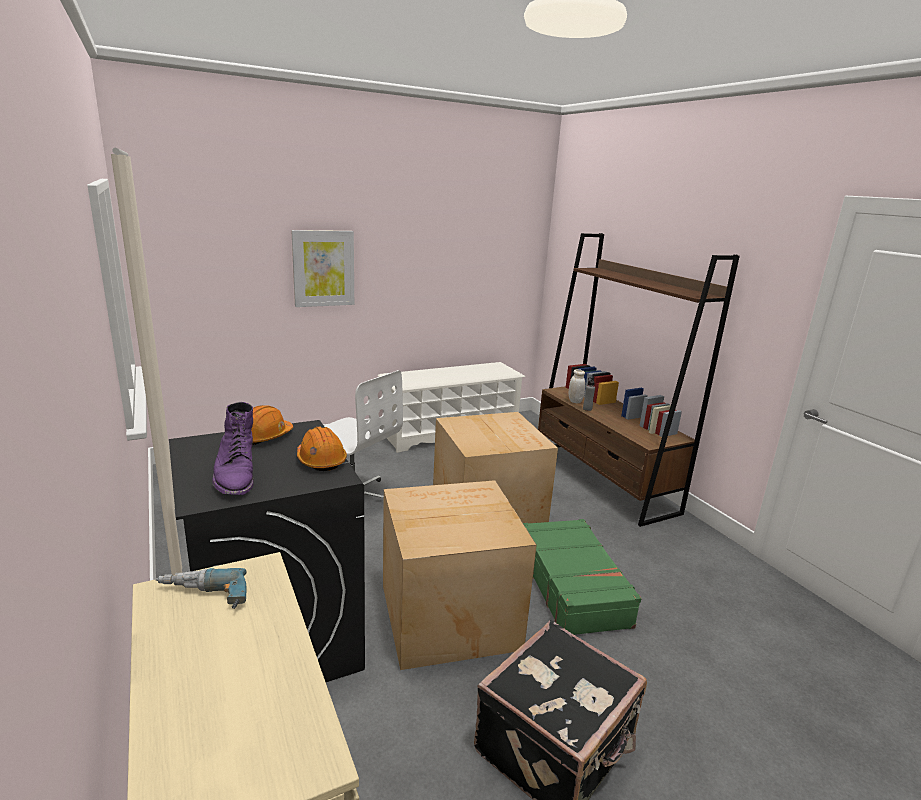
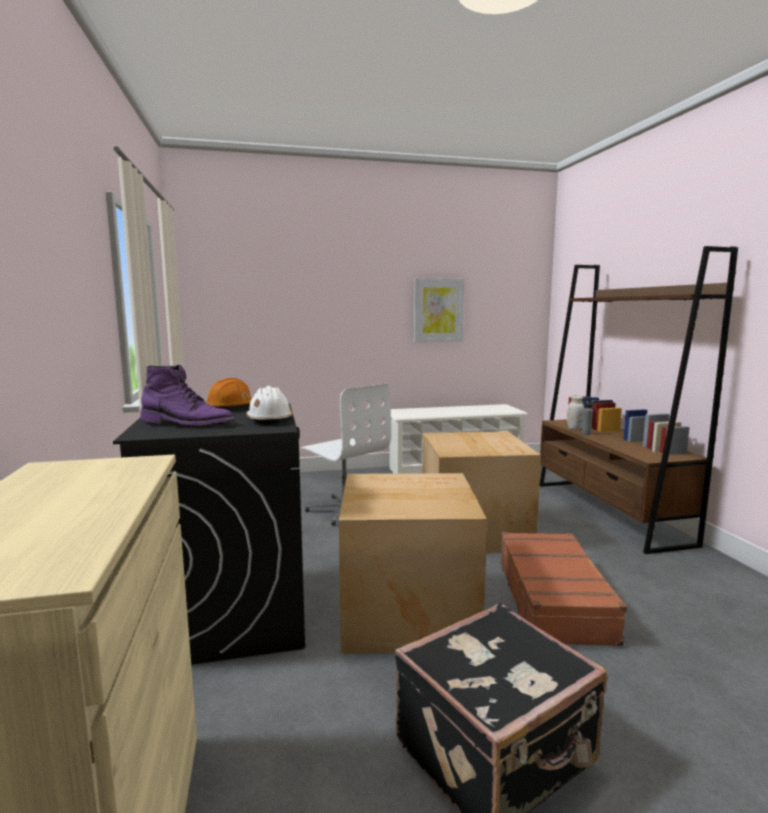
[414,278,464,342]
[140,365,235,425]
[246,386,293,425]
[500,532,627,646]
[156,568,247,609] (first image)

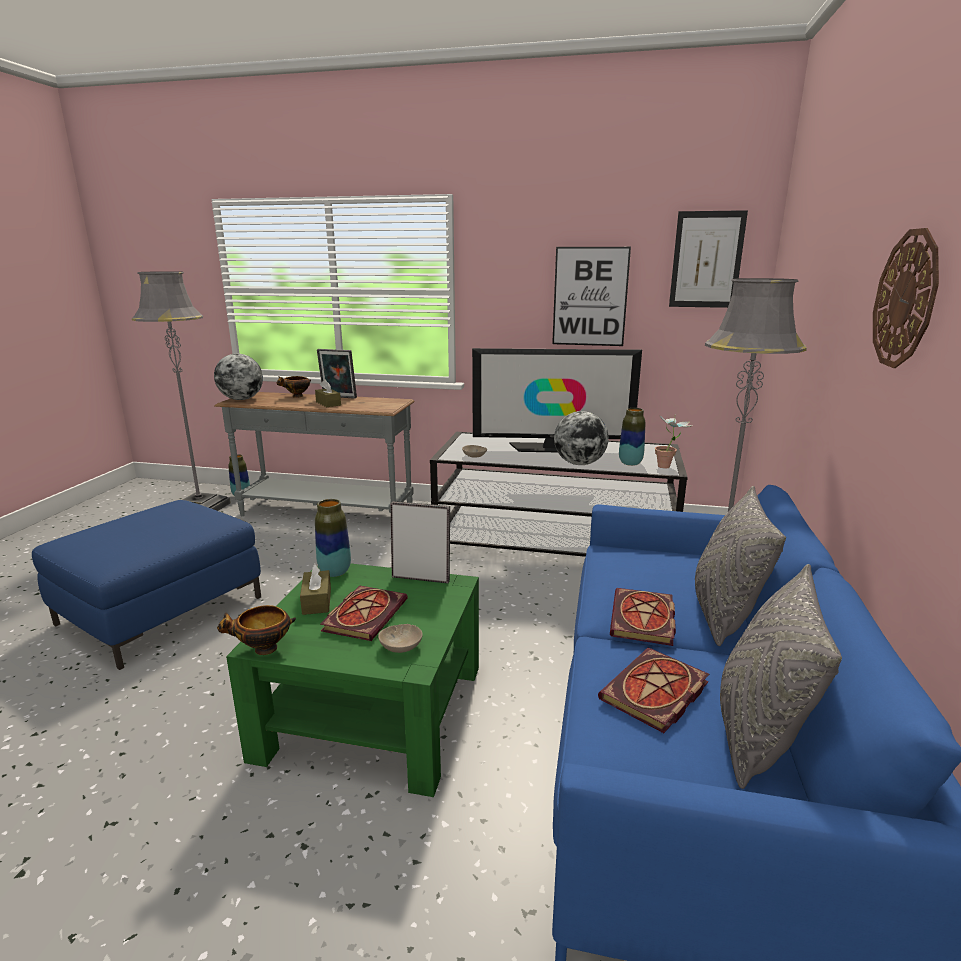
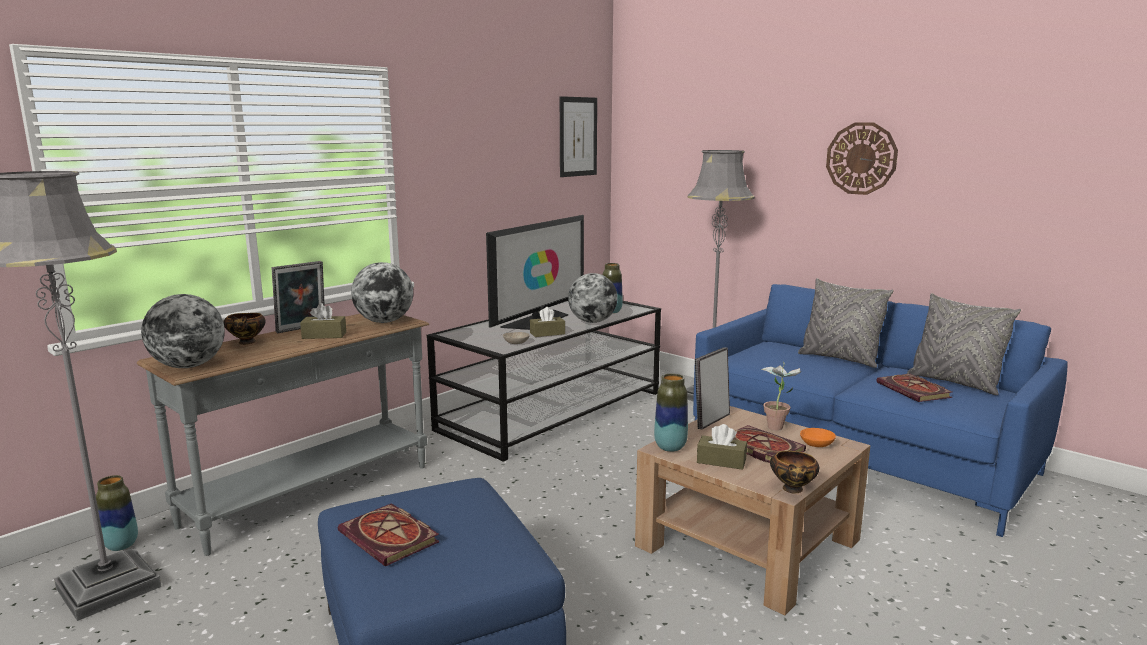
[552,247,631,346] (first image)
[761,362,801,431]
[635,406,871,615]
[338,503,439,566]
[800,428,836,447]
[351,262,413,323]
[530,307,565,337]

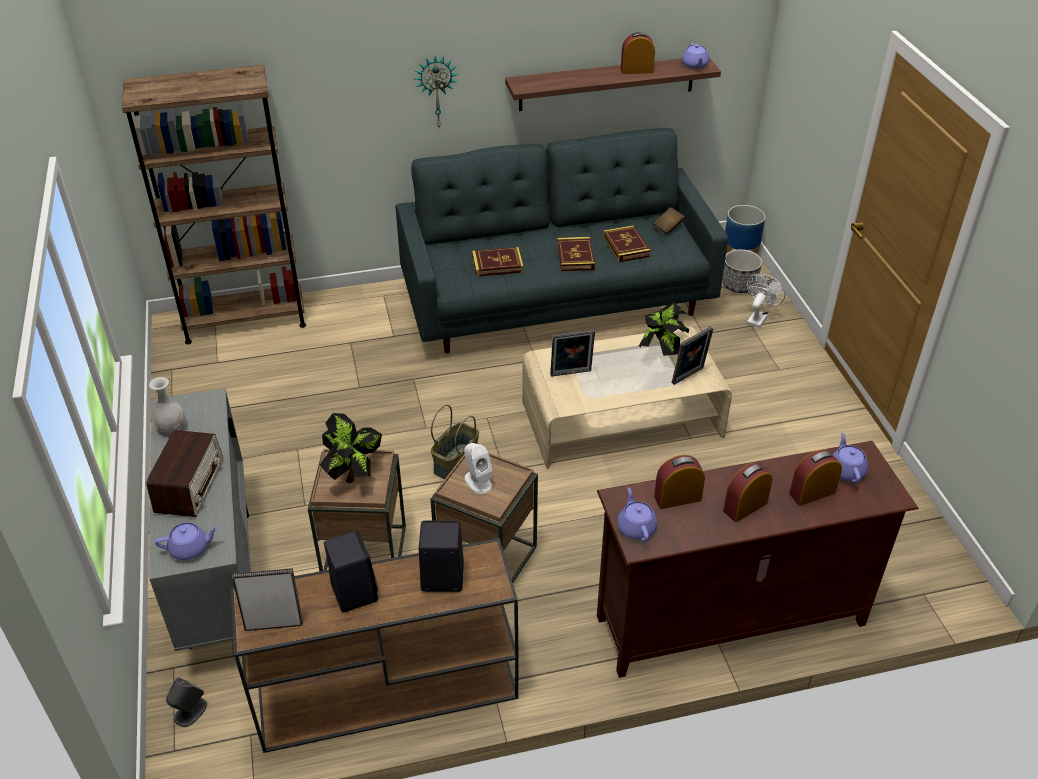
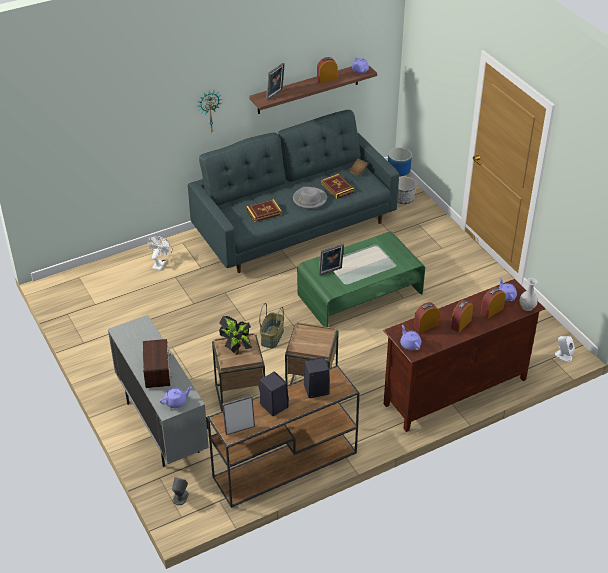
[122,65,306,344] (first image)
[293,187,327,209]
[147,236,172,271]
[639,302,689,356] (first image)
[297,231,425,327]
[266,63,285,100]
[520,278,538,311]
[555,336,575,362]

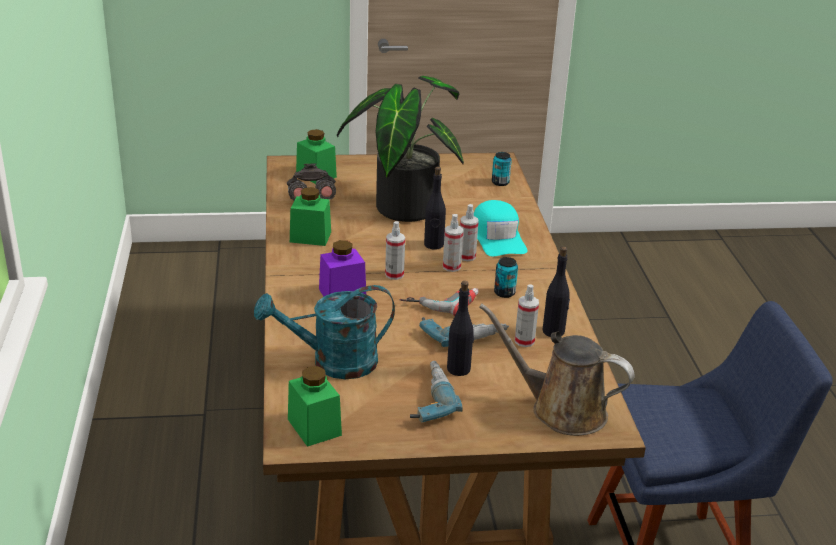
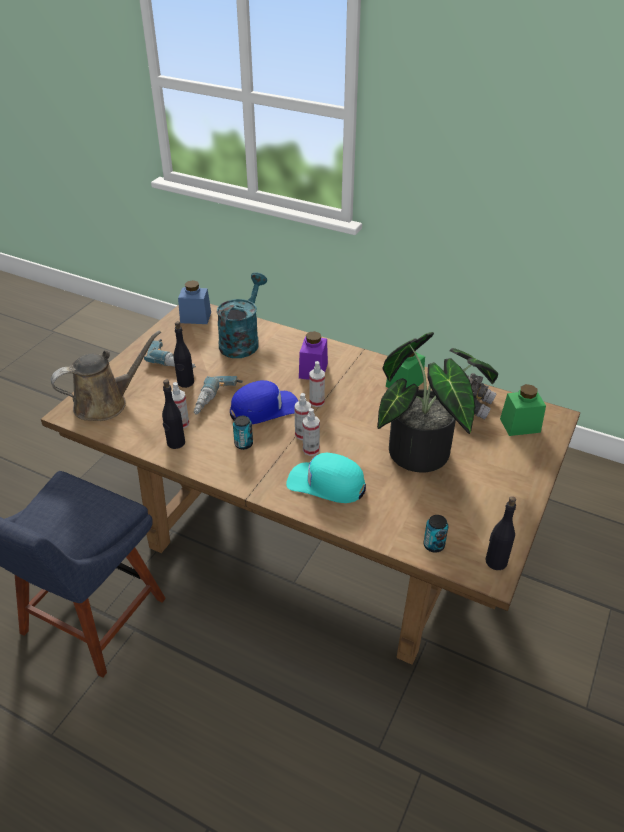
[485,496,516,570]
[230,380,298,424]
[178,280,211,324]

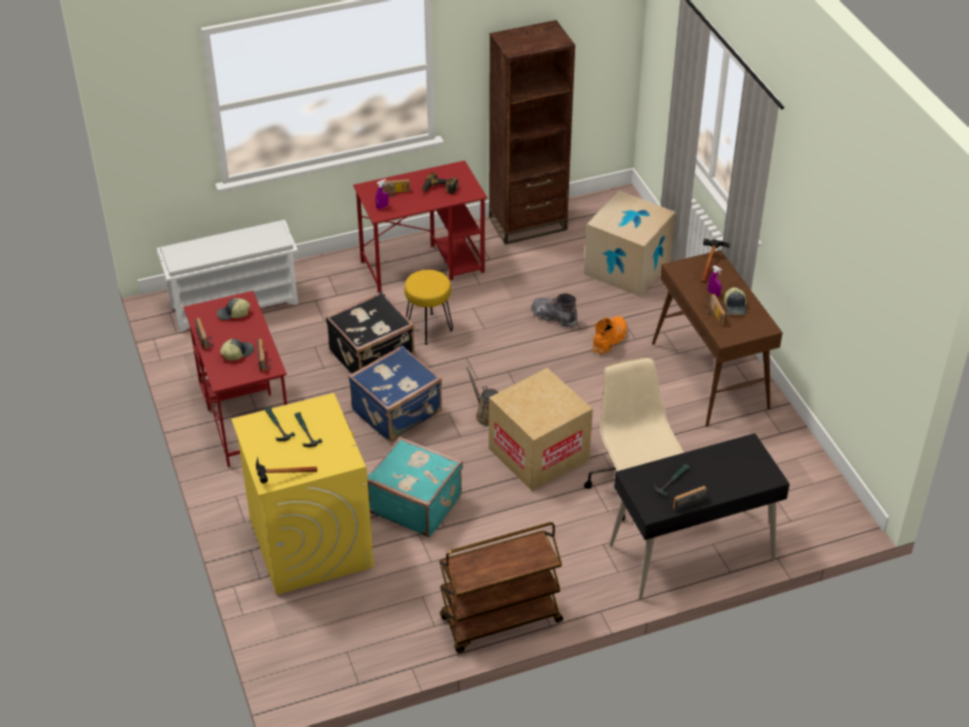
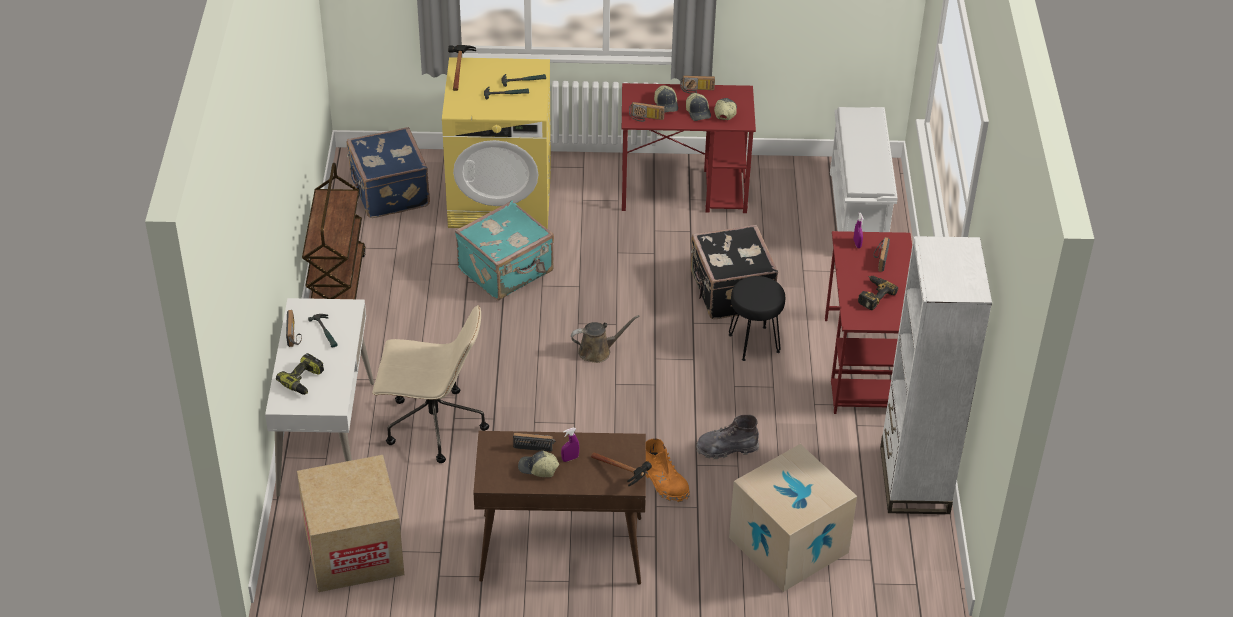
[880,236,992,514]
[729,276,785,361]
[696,415,759,459]
[347,127,430,218]
[297,455,404,592]
[265,298,374,497]
[686,93,711,121]
[276,353,324,395]

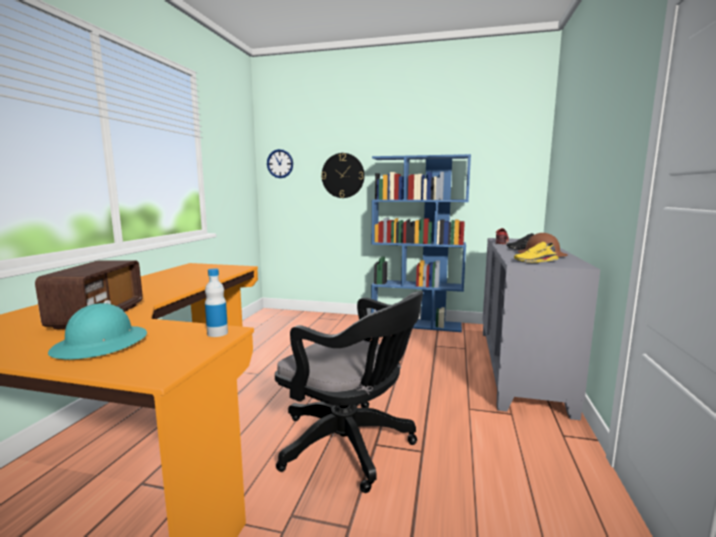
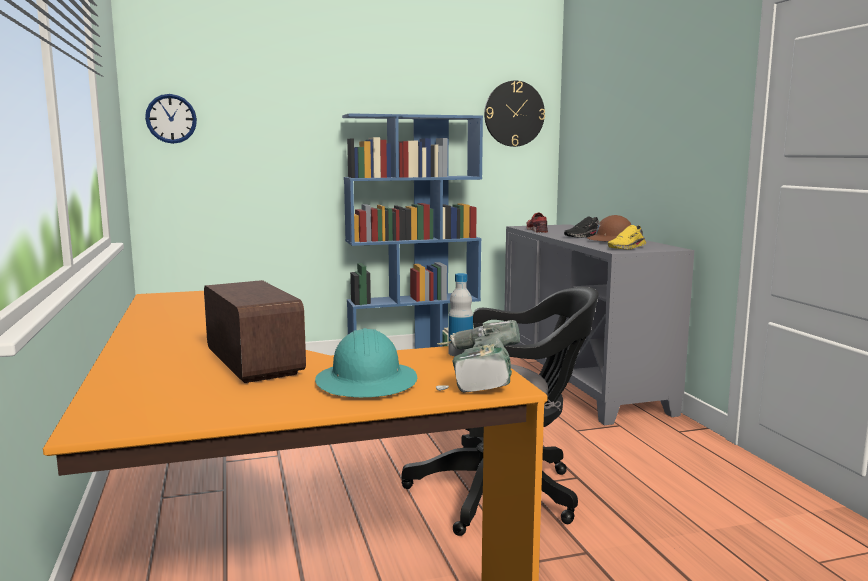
[484,81,545,147]
[436,320,520,393]

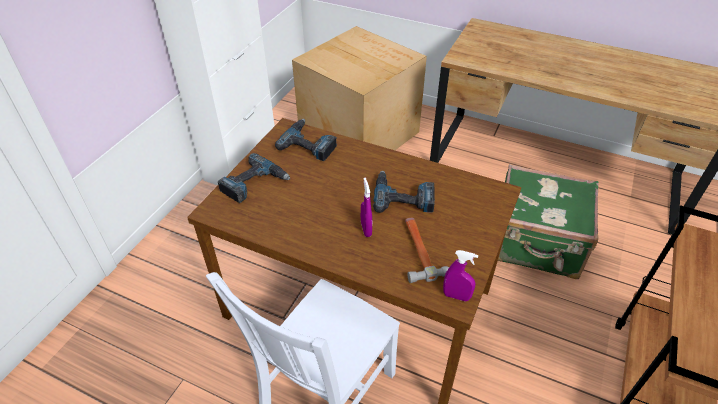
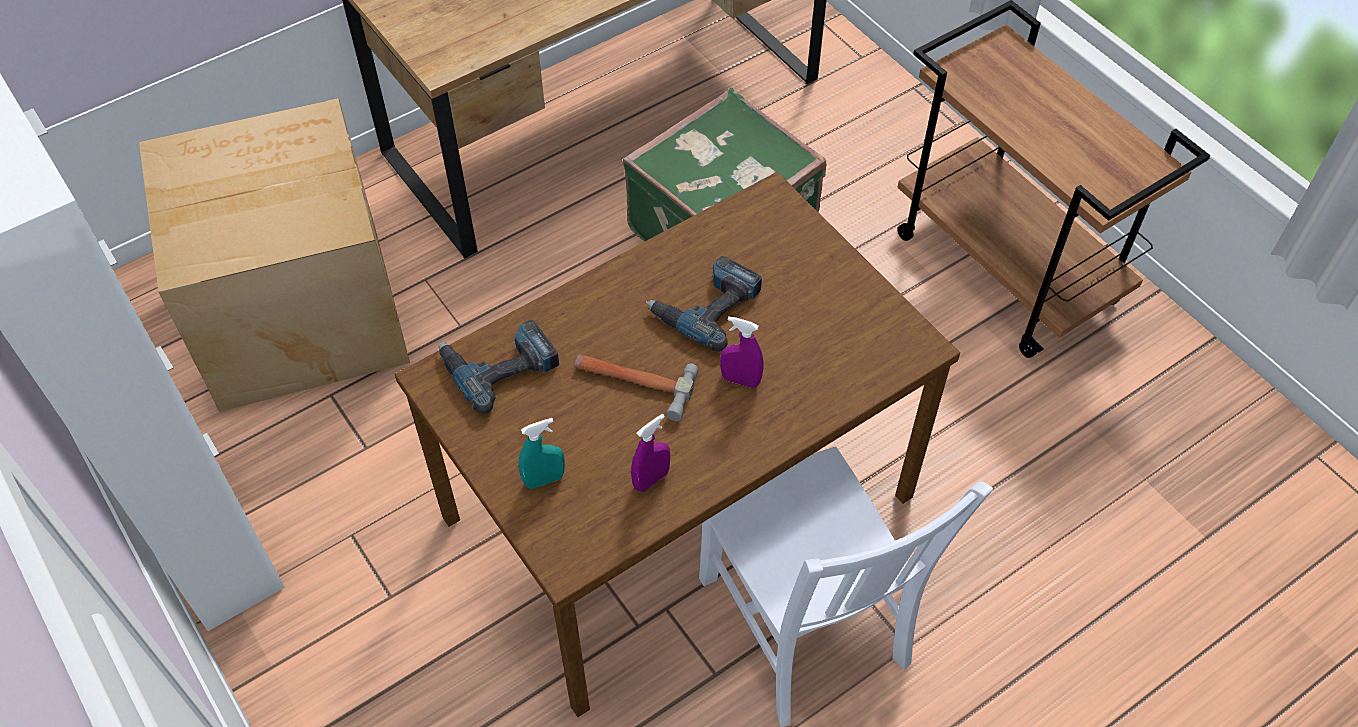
[519,418,565,489]
[574,354,698,421]
[631,414,670,492]

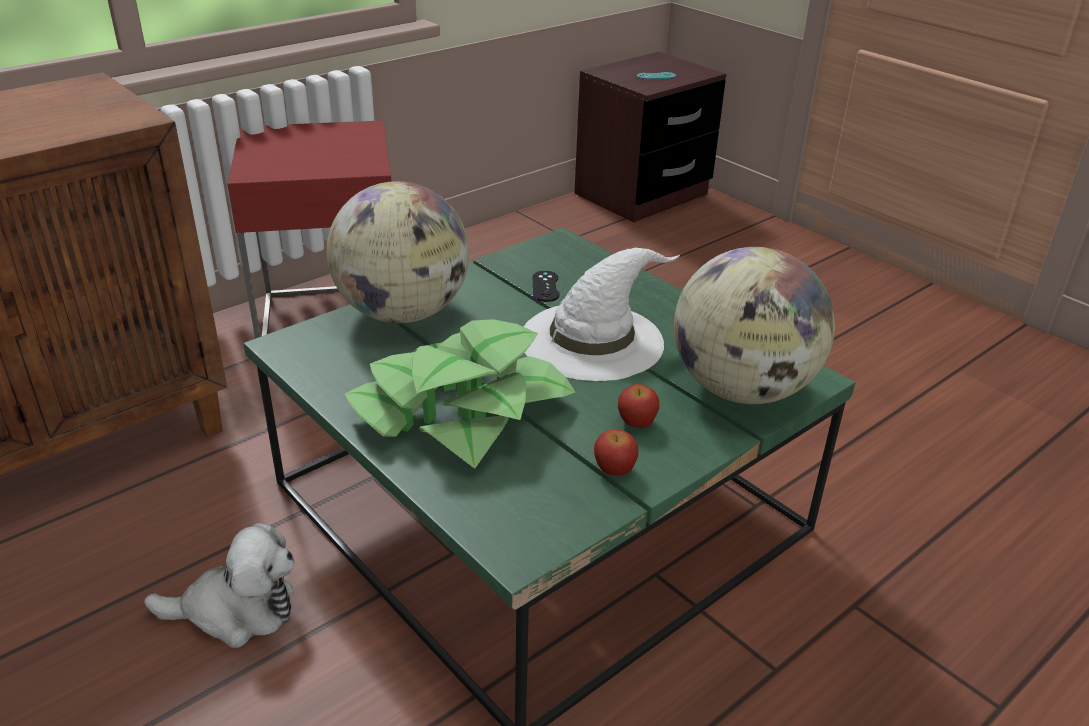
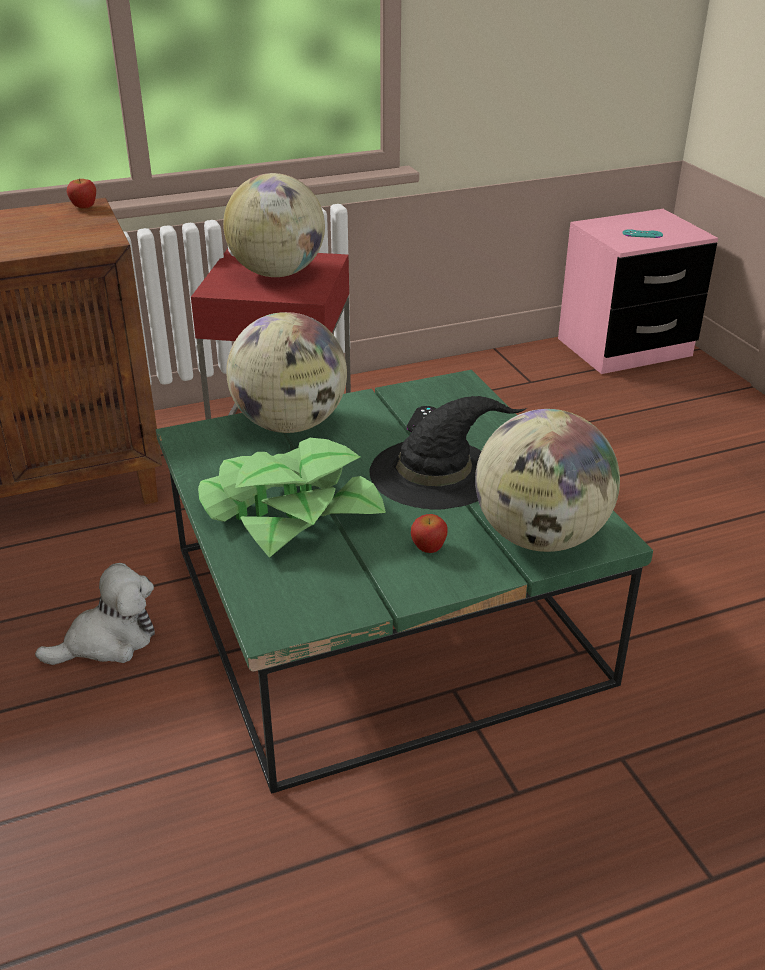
[558,209,718,374]
[369,396,527,510]
[67,179,96,209]
[35,563,155,665]
[223,173,325,277]

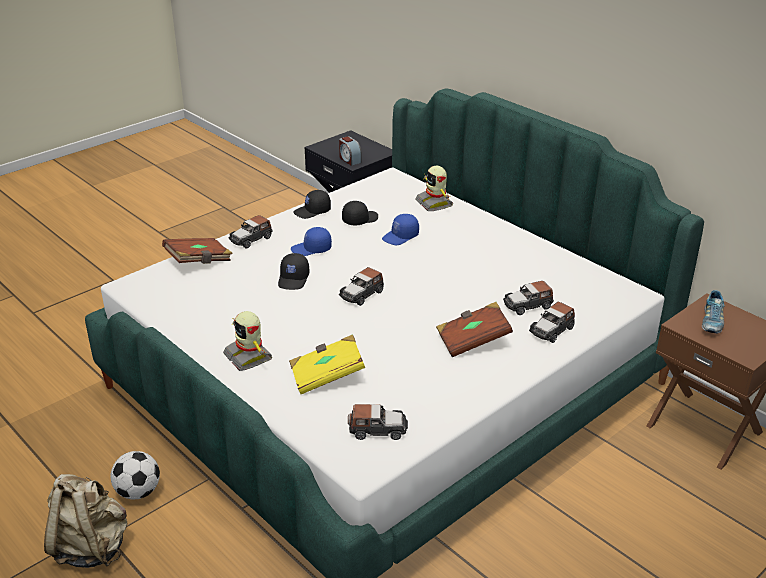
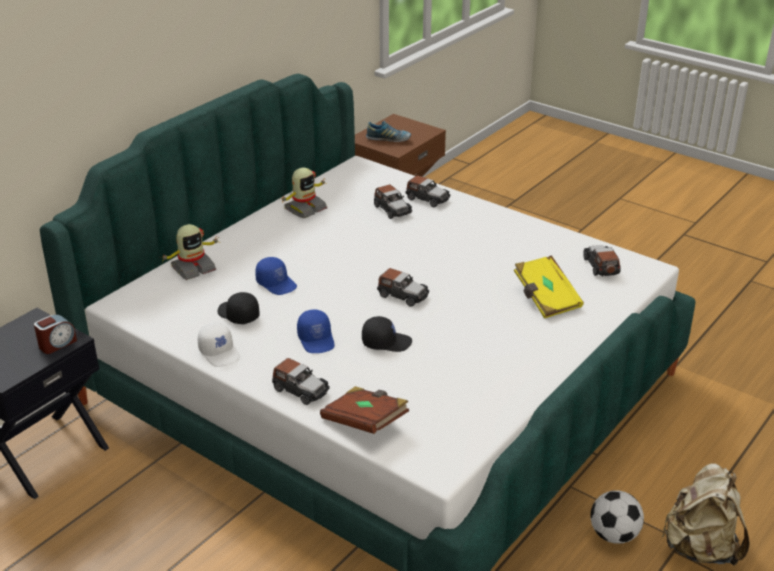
[198,322,240,367]
[436,302,513,357] (first image)
[282,168,327,218]

